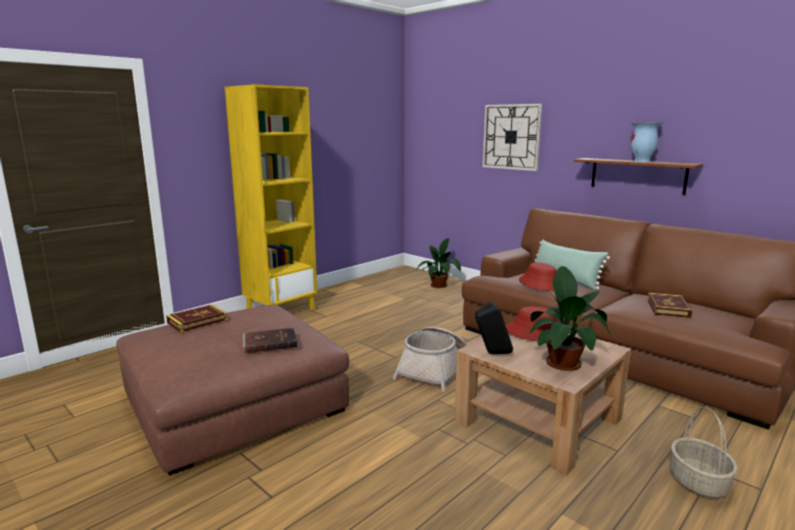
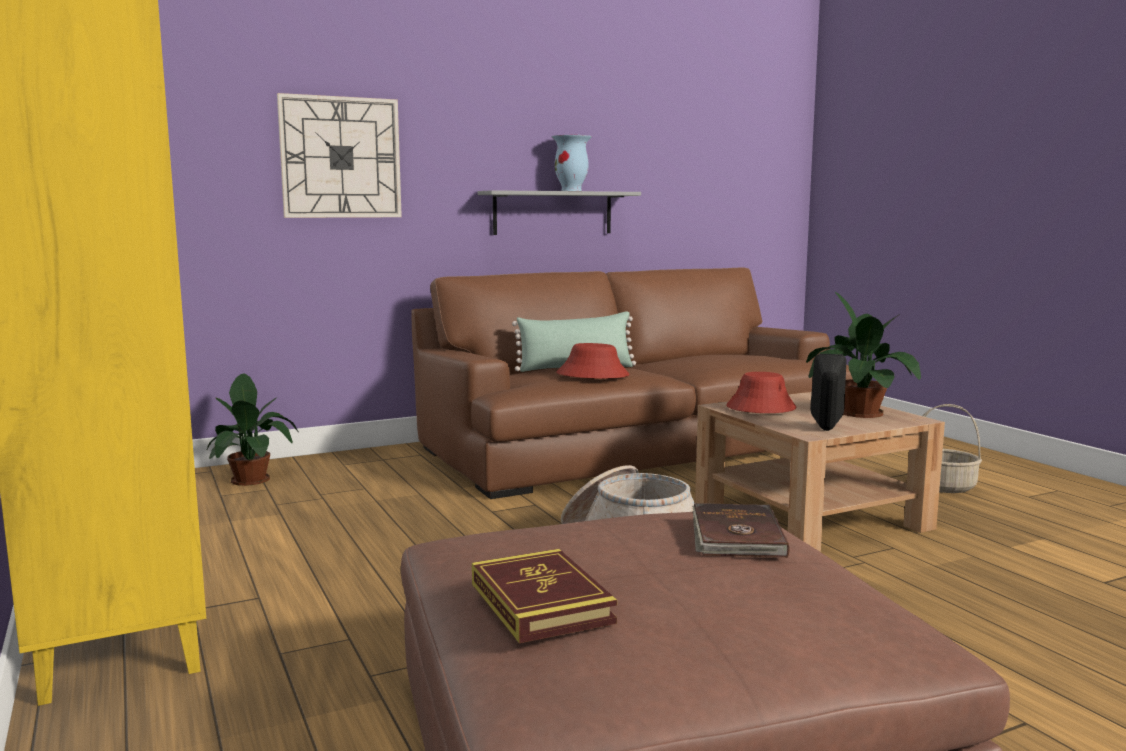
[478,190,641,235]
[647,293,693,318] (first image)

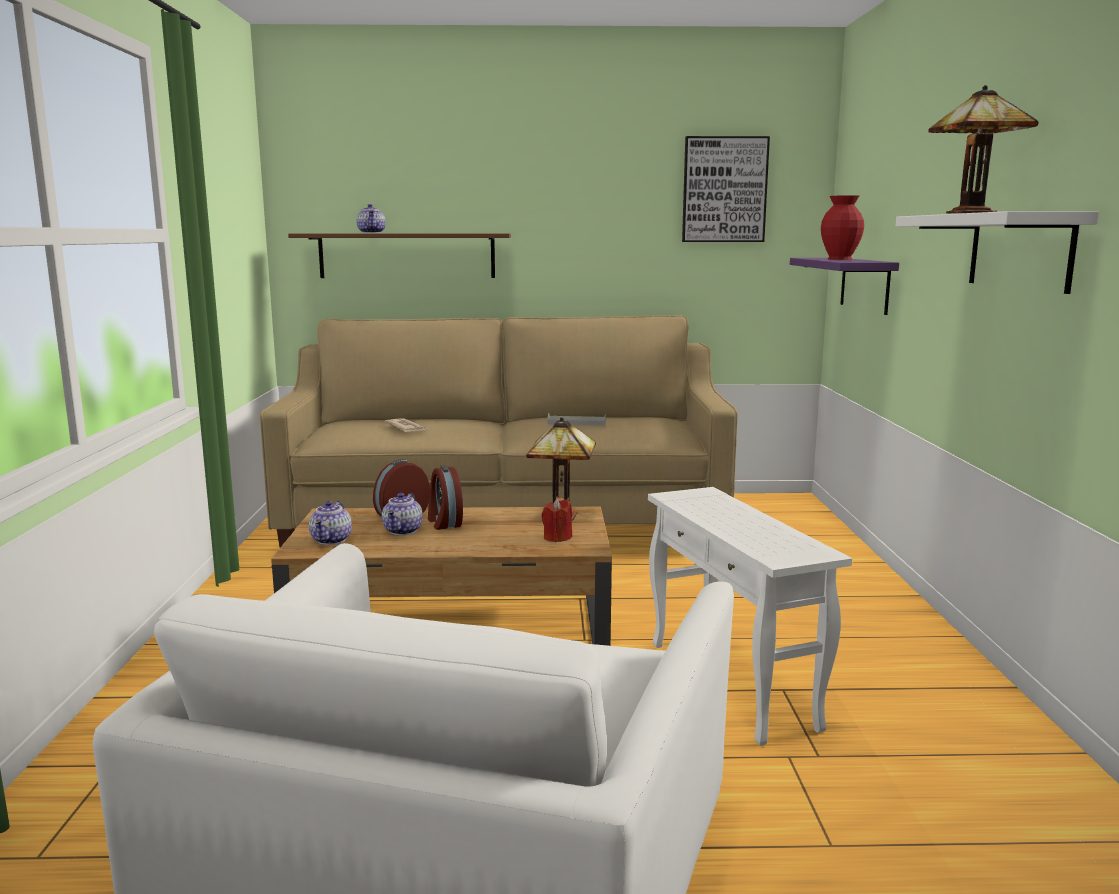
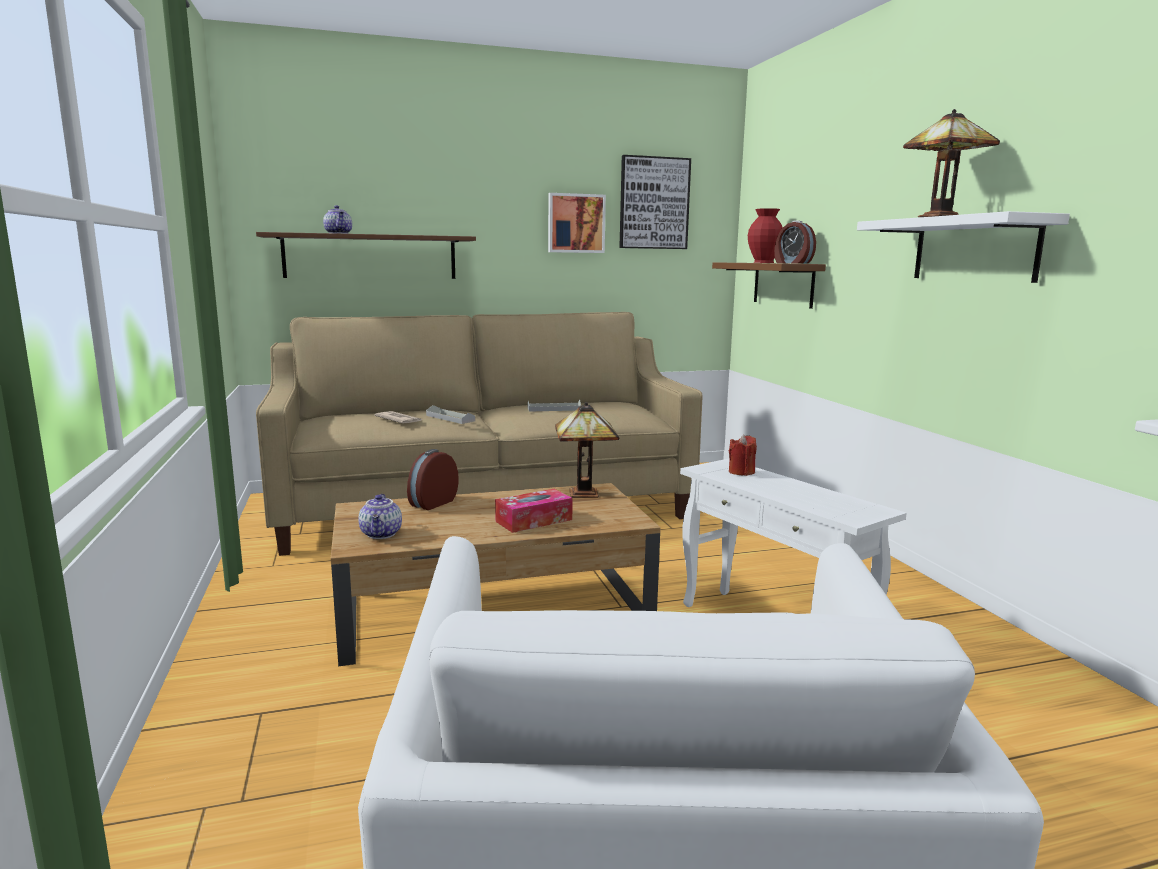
[712,262,826,309]
[774,221,816,264]
[382,493,423,535] (first image)
[729,435,757,476]
[548,193,606,253]
[426,405,475,424]
[495,489,573,533]

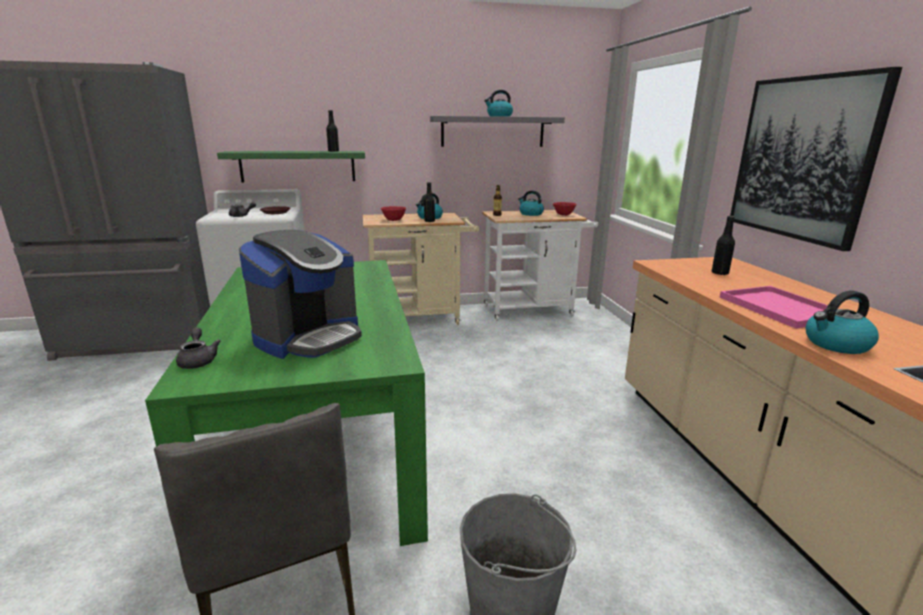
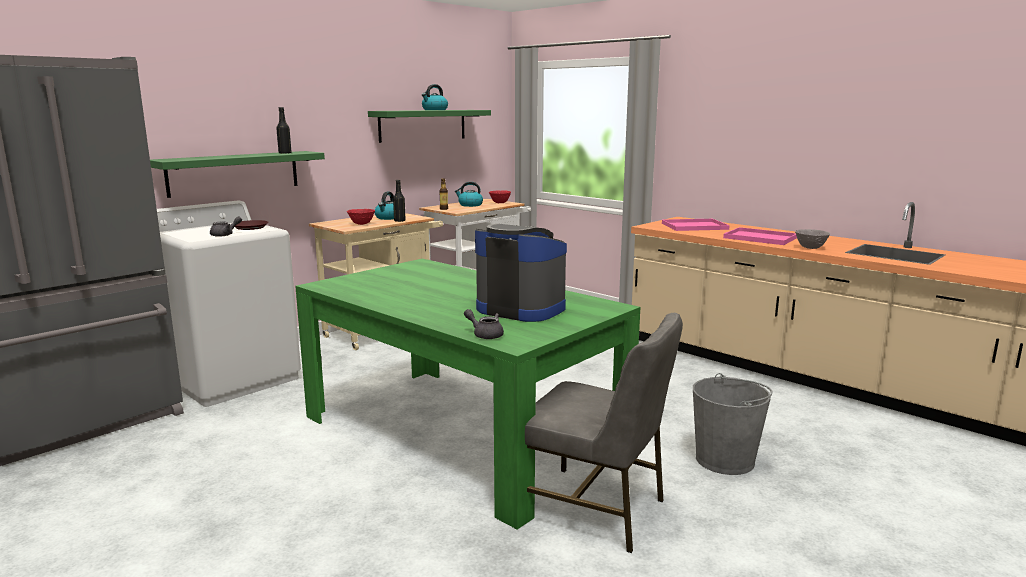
[730,67,902,251] (first image)
[368,110,491,143]
[662,219,730,231]
[475,224,567,322]
[795,229,830,249]

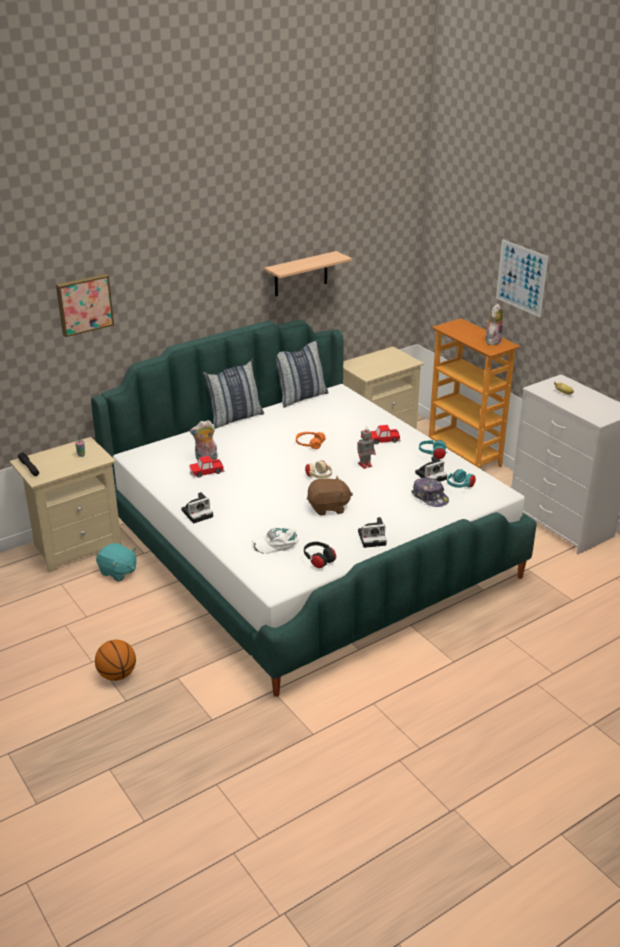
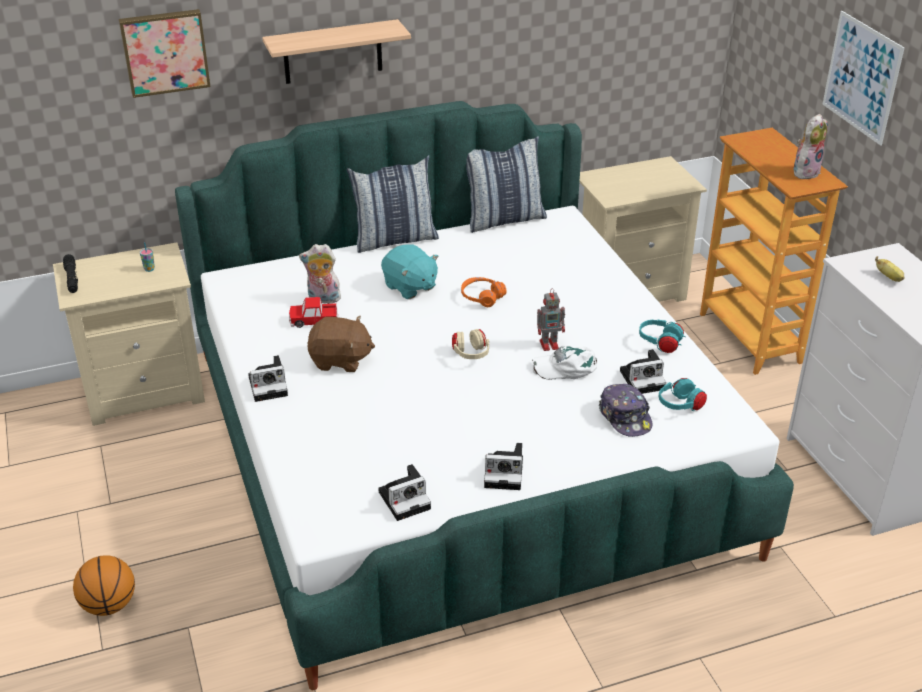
[262,19,411,84]
[370,425,401,444] (first image)
[308,316,375,372]
[532,346,597,380]
[378,464,431,521]
[381,244,439,299]

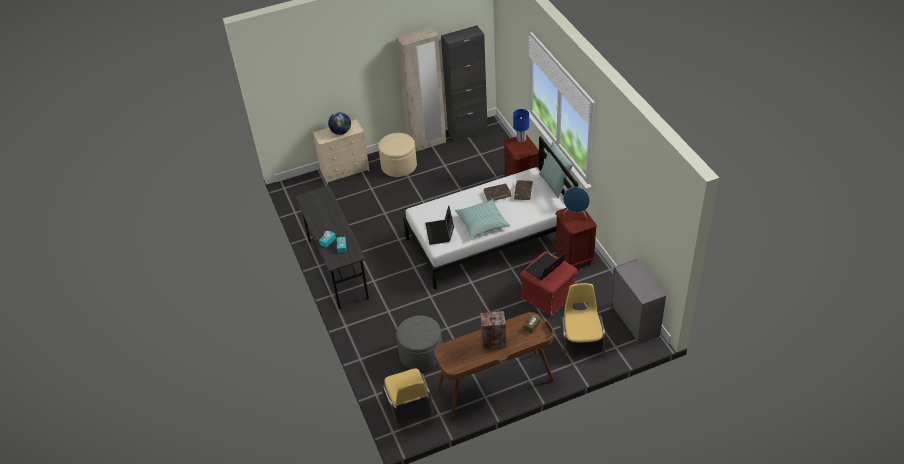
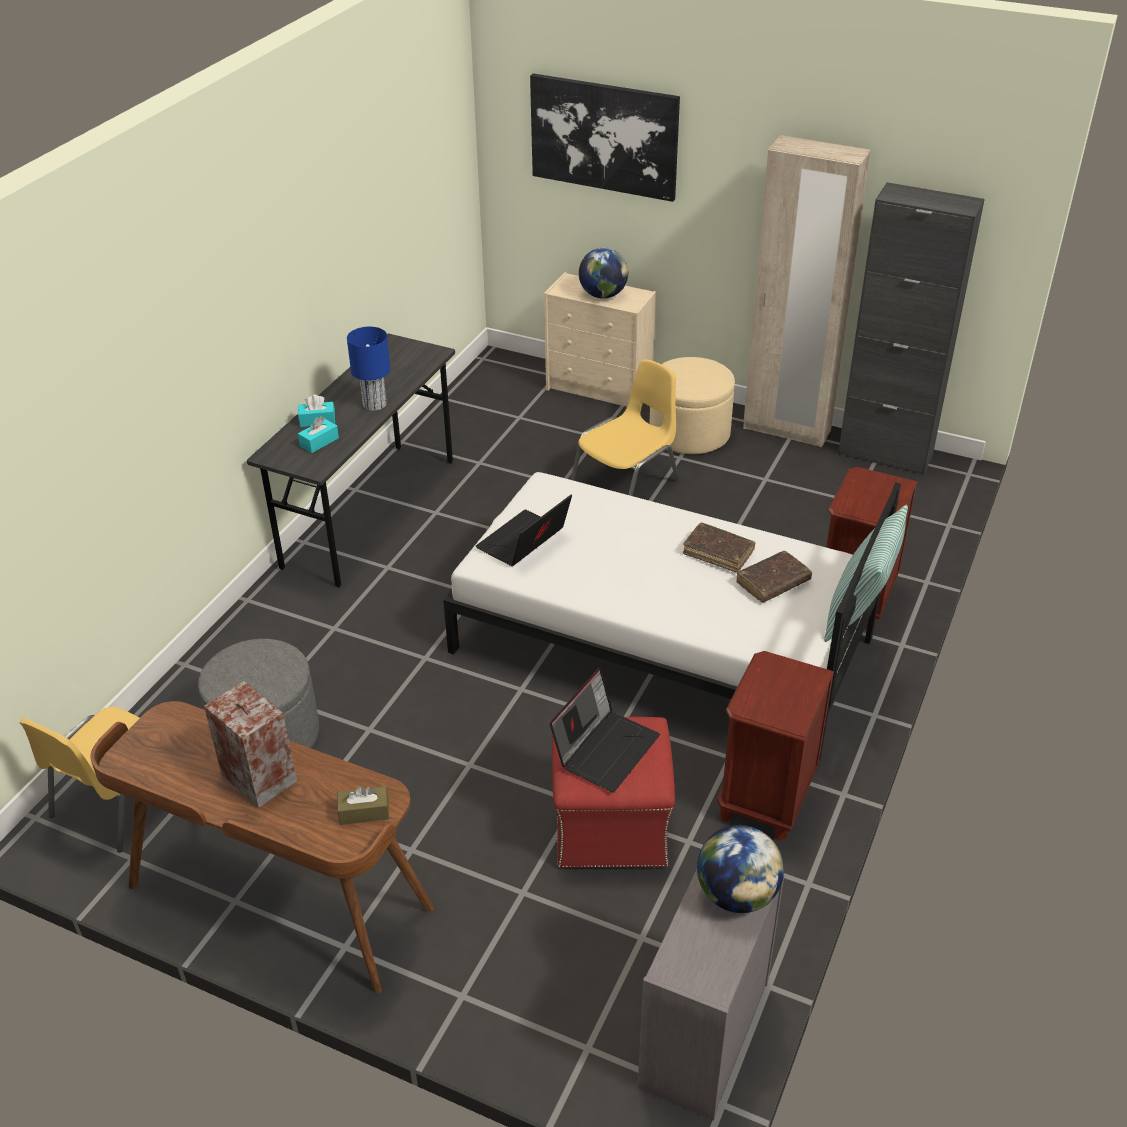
[347,327,391,411]
[563,187,590,219] (first image)
[455,199,510,238] (first image)
[550,668,660,792]
[570,359,680,496]
[530,73,680,202]
[697,825,784,913]

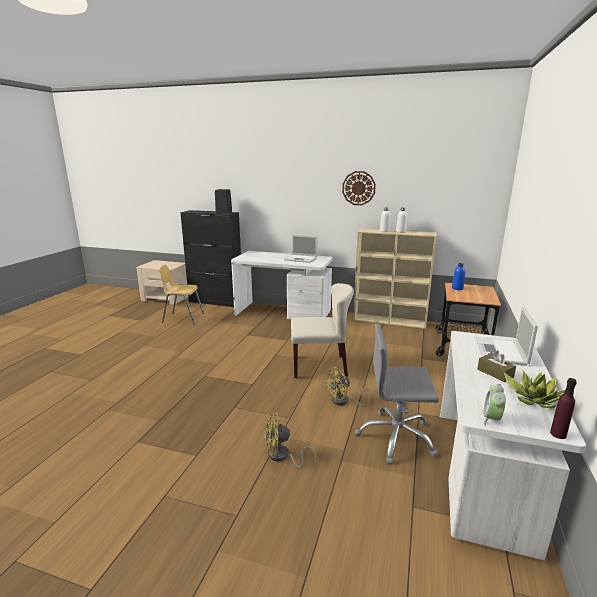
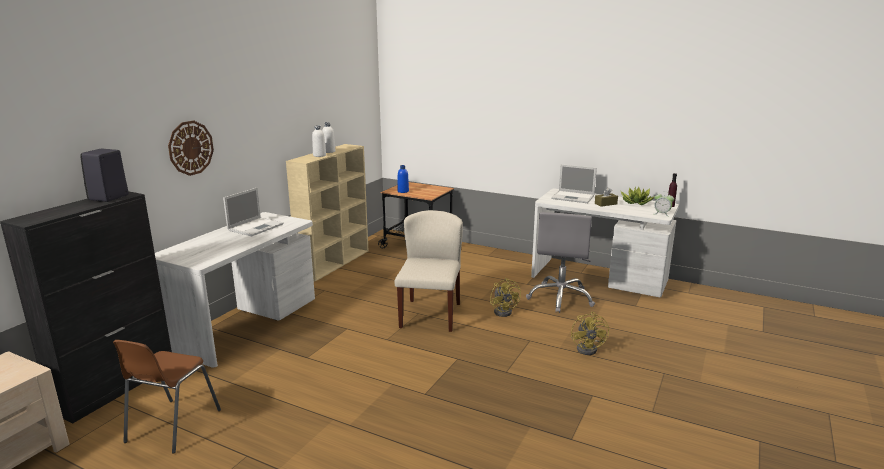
[168,120,214,176]
[113,340,221,453]

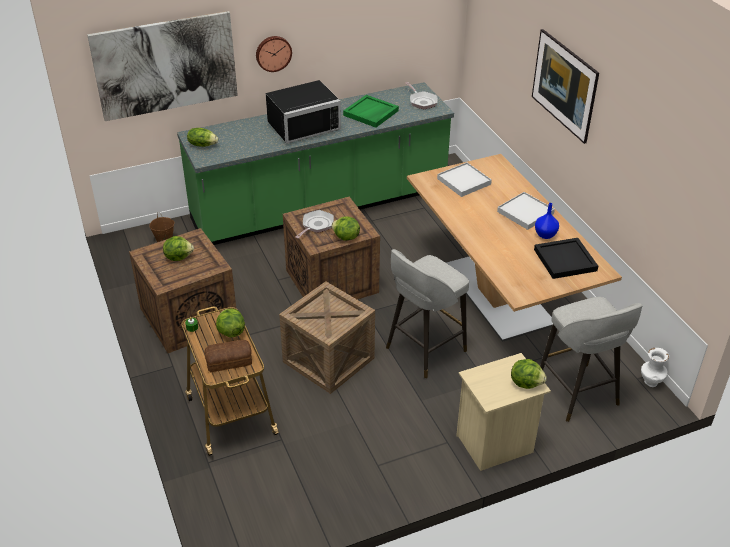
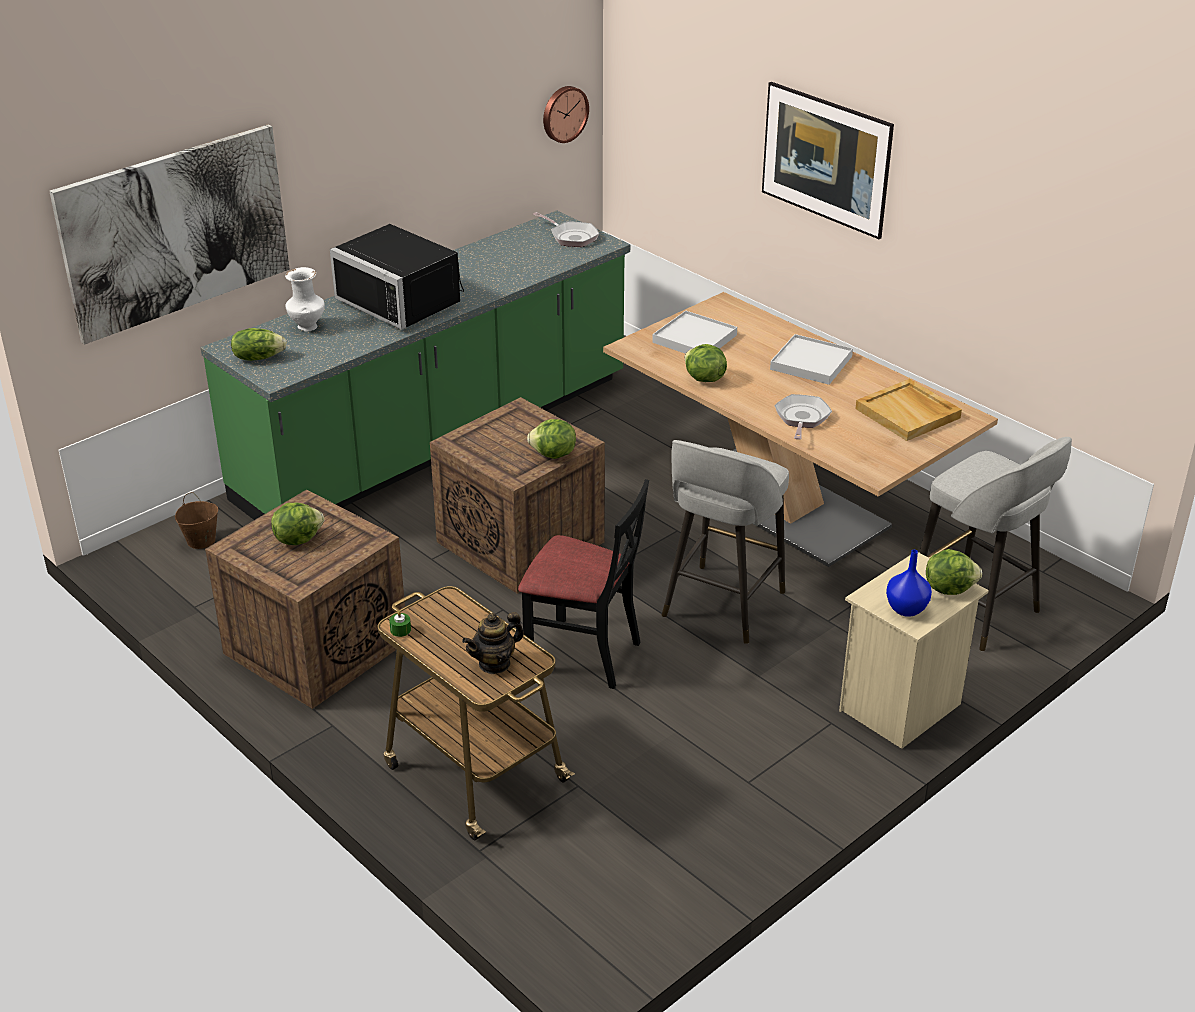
[543,86,589,143]
[330,224,464,330]
[343,95,399,128] (first image)
[886,550,932,617]
[775,394,832,440]
[855,379,962,441]
[518,479,649,689]
[684,344,727,382]
[462,612,524,674]
[285,267,325,332]

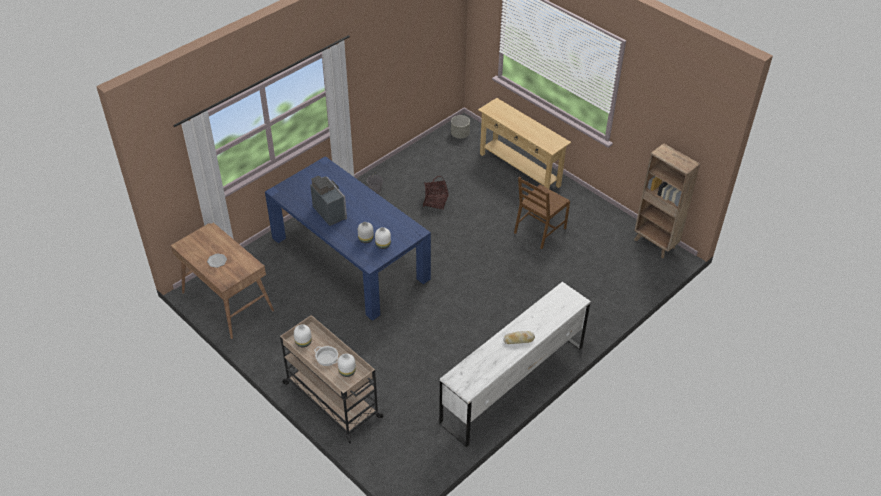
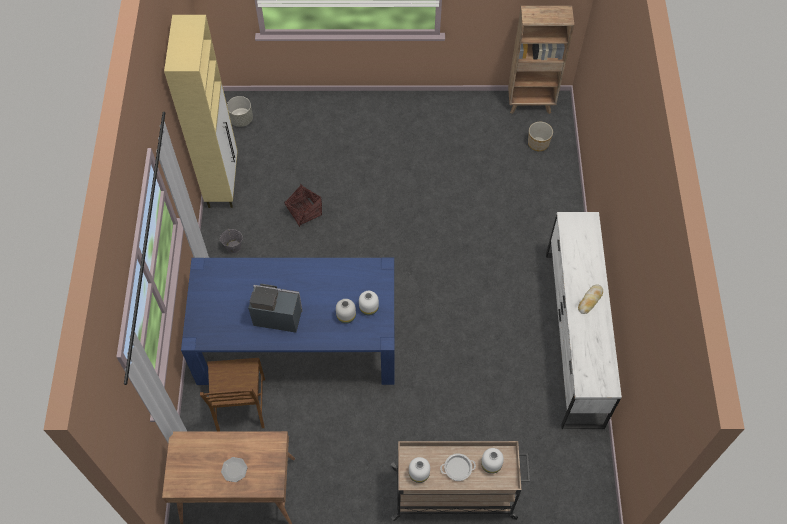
[478,98,571,189] (first image)
[200,358,265,431]
[164,15,238,208]
[528,122,553,151]

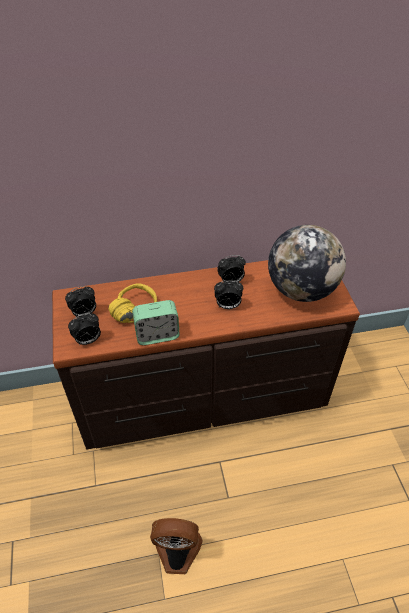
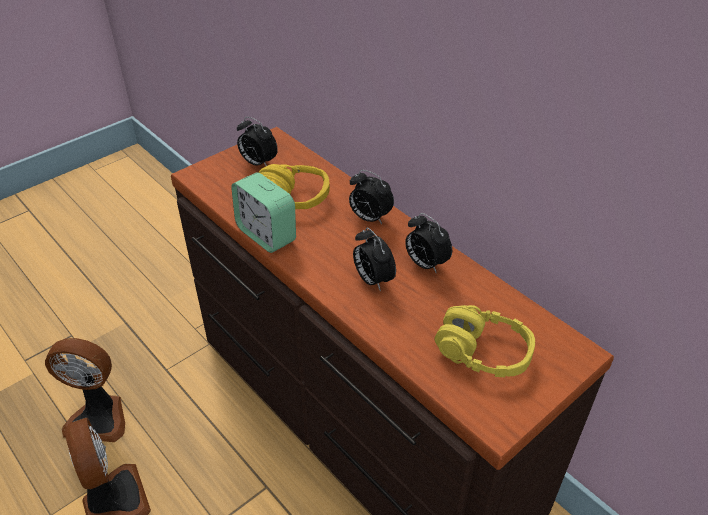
[435,305,535,377]
[349,170,394,224]
[45,338,125,442]

